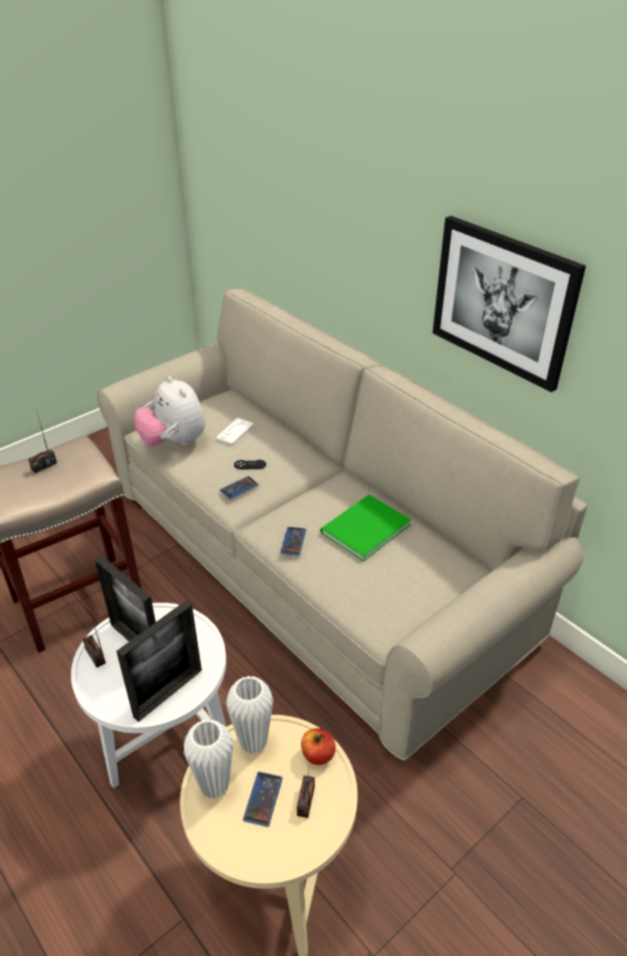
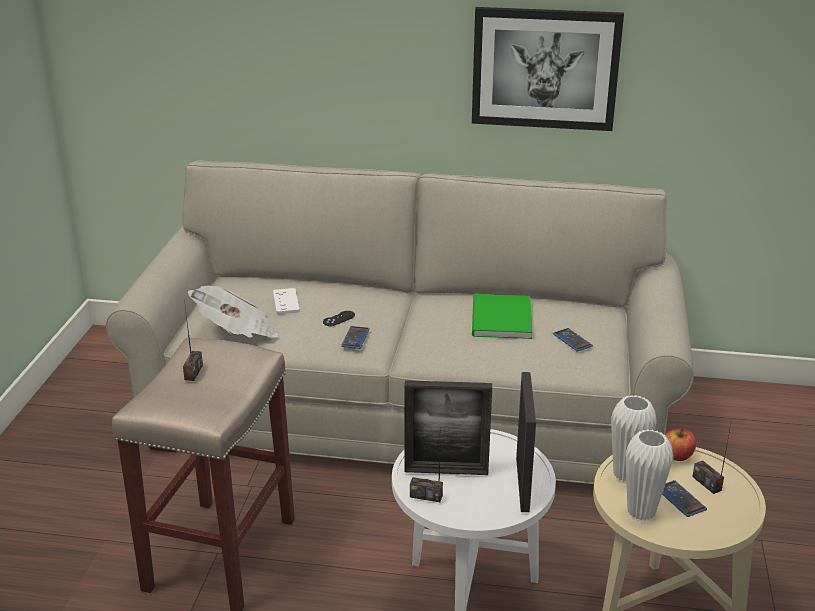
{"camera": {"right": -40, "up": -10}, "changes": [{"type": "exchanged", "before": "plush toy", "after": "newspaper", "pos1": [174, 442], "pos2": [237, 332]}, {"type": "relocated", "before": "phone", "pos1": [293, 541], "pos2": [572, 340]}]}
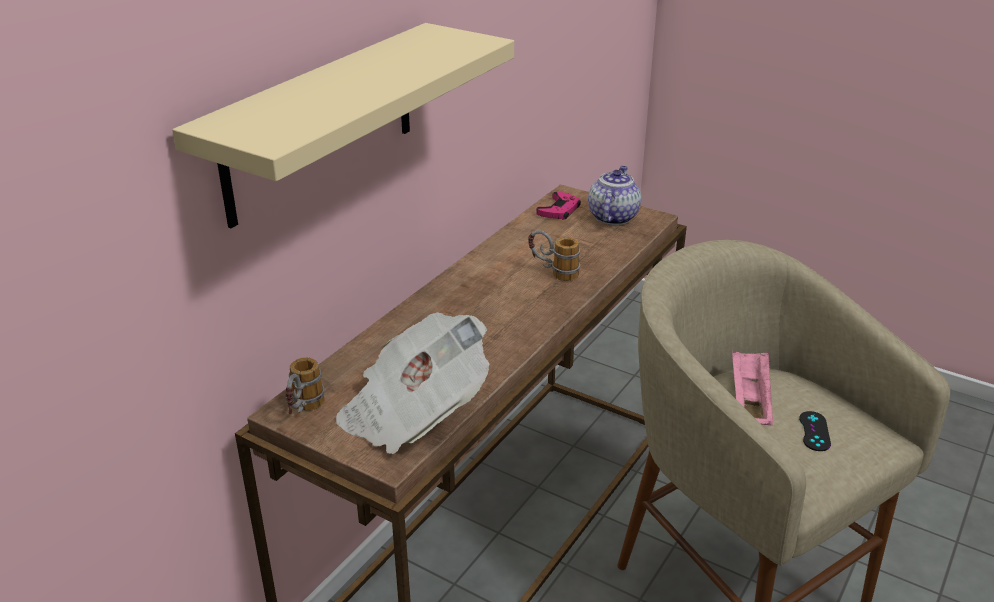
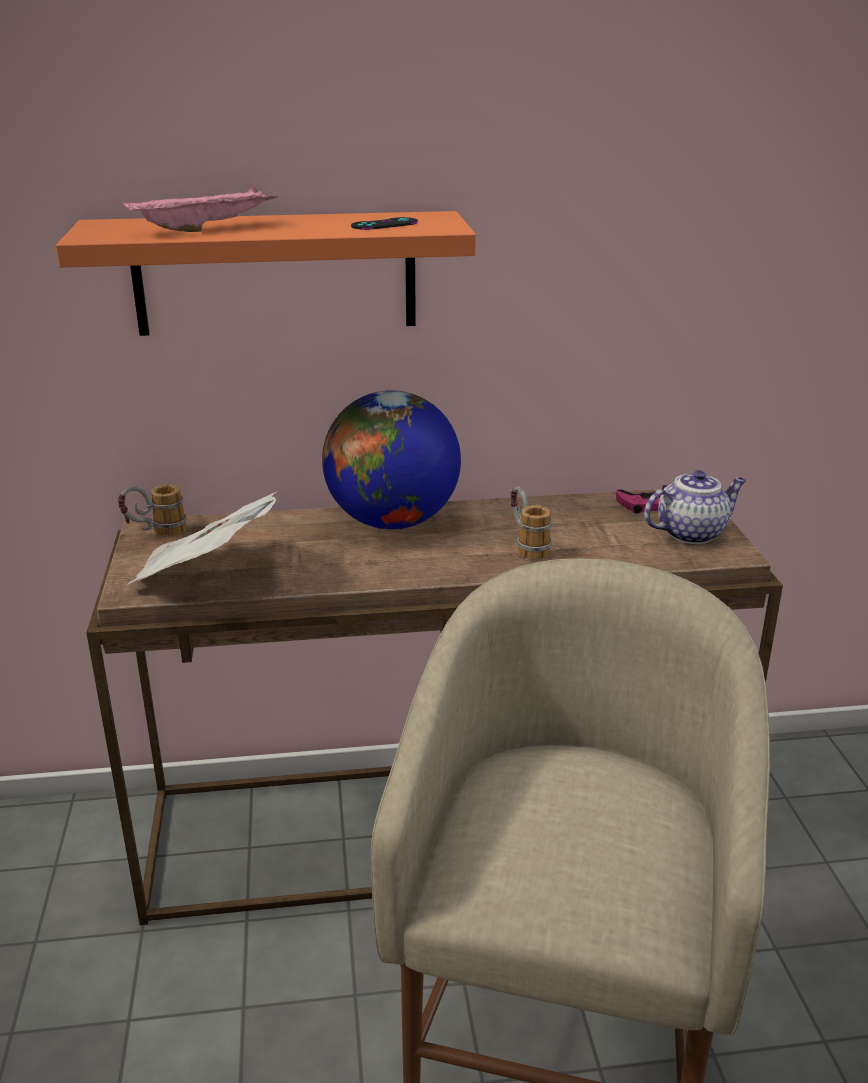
{"camera": {"right": 50, "up": -5}, "changes": [{"type": "colour", "before": "shelf (beige)", "after": "shelf (orange)", "pos1": [321, 122], "pos2": [275, 273]}, {"type": "relocated", "before": "tray (pink)", "pos1": [749, 402], "pos2": [205, 228]}, {"type": "appeared", "after": "globe", "pos2": [392, 522]}, {"type": "relocated", "before": "game controller (black)", "pos1": [814, 431], "pos2": [384, 224]}]}
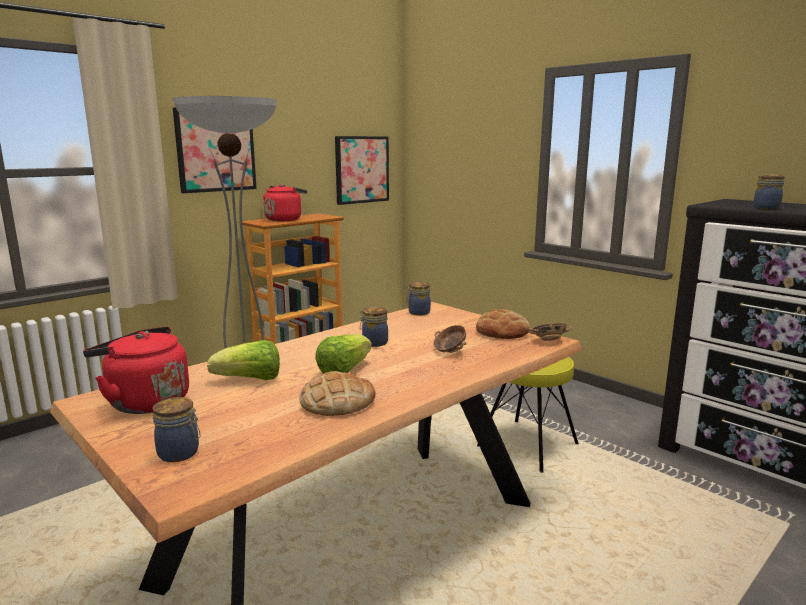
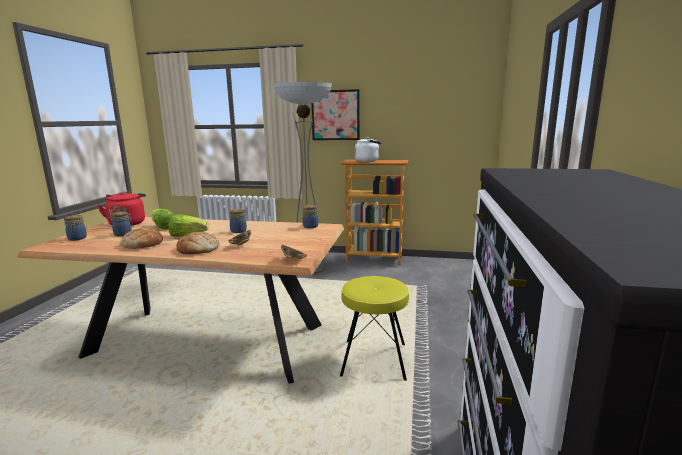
{"camera": {"right": 55, "up": 0}, "changes": [{"type": "relocated", "before": "jar", "pos1": [765, 208], "pos2": [124, 234]}, {"type": "relocated", "before": "bread", "pos1": [502, 331], "pos2": [198, 249]}, {"type": "colour", "before": "kettle (red)", "after": "kettle (white)", "pos1": [285, 219], "pos2": [368, 161]}, {"type": "missing", "before": "picture", "pos1": [361, 169]}]}
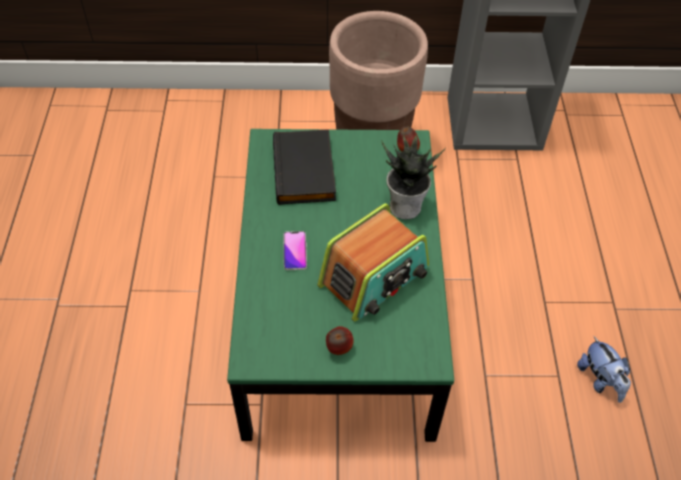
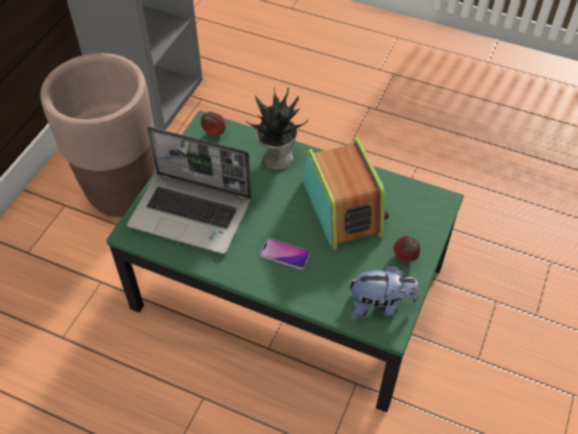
{"camera": {"right": -65, "up": 0}, "changes": [{"type": "exchanged", "before": "book (black)", "after": "laptop", "pos1": [306, 171], "pos2": [192, 213]}, {"type": "relocated", "before": "plush toy", "pos1": [600, 380], "pos2": [380, 305]}]}
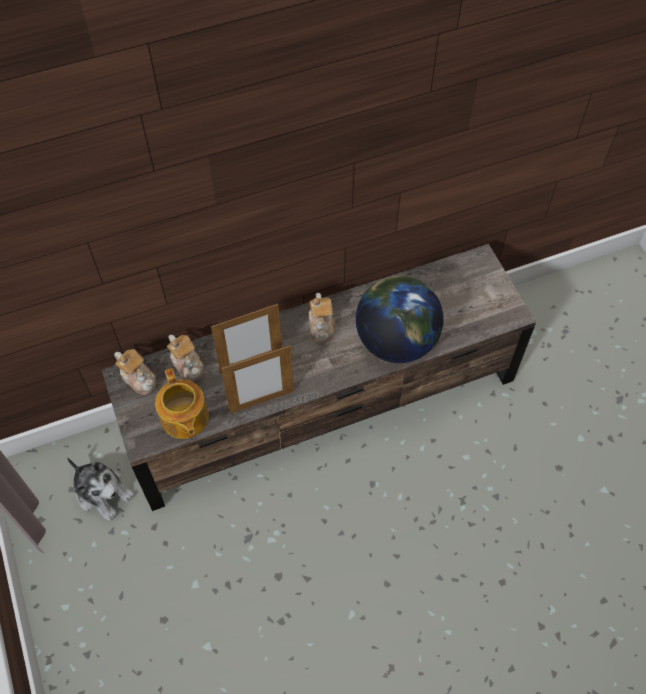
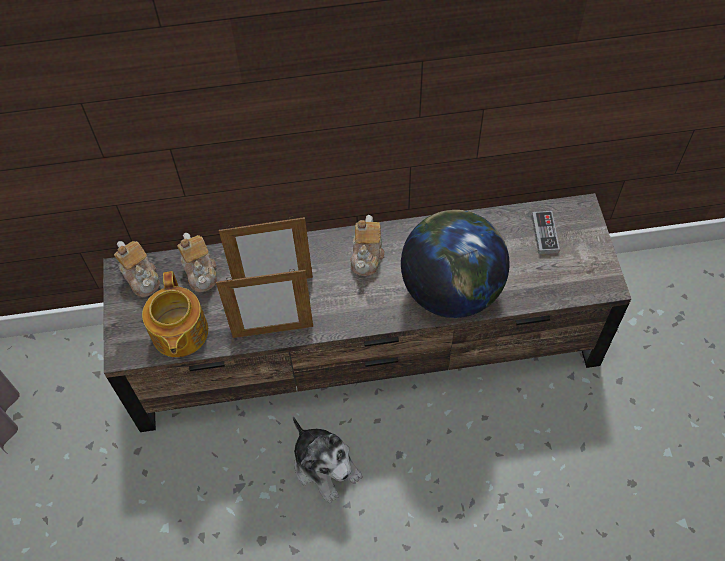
{"camera": {"right": 15, "up": 0}, "changes": [{"type": "relocated", "before": "plush toy", "pos1": [103, 492], "pos2": [326, 465]}, {"type": "appeared", "after": "game controller", "pos2": [544, 234]}]}
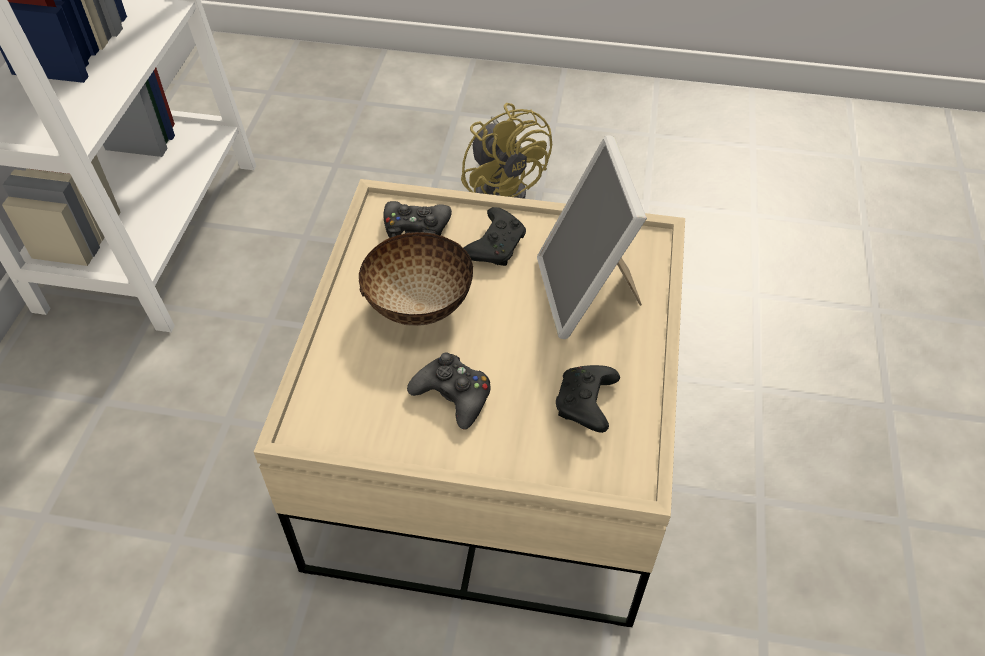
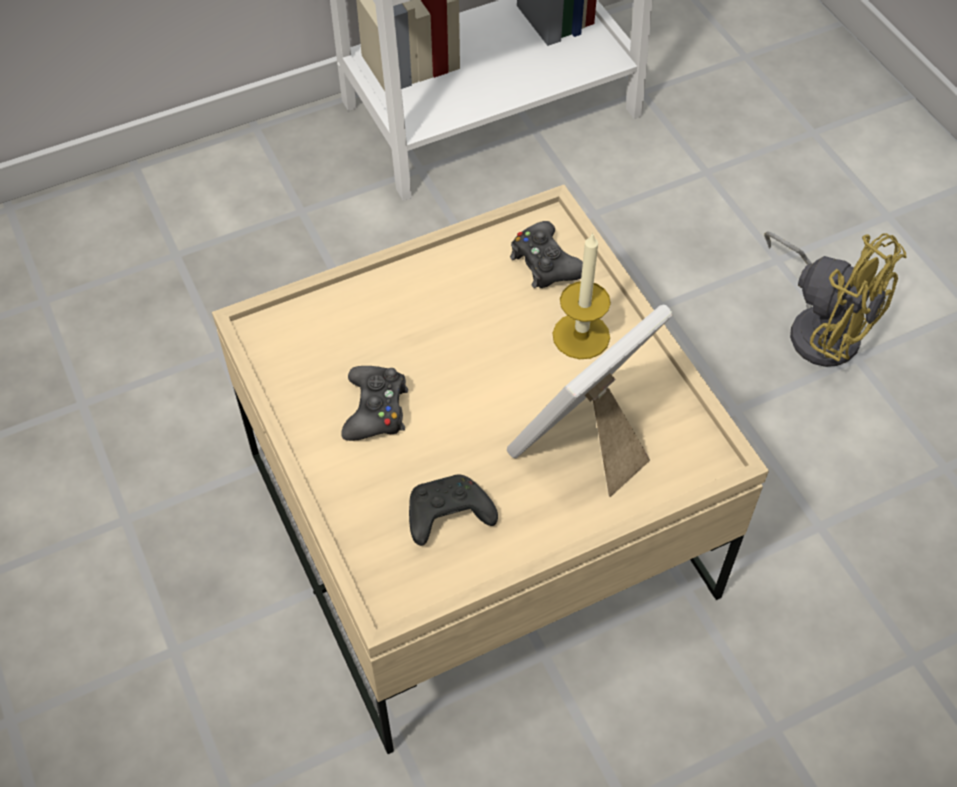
{"camera": {"right": 55, "up": 5}, "changes": [{"type": "exchanged", "before": "game controller (black)", "after": "candle", "pos1": [496, 245], "pos2": [581, 336]}, {"type": "spun", "before": "fan (yellow)", "pos1": [503, 189], "pos2": [820, 327], "turn": -75}, {"type": "missing", "before": "bowl", "pos1": [419, 304]}]}
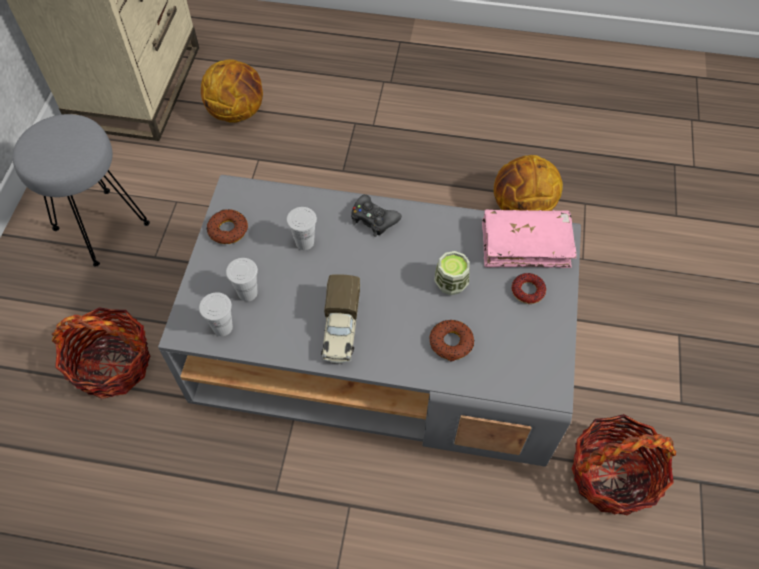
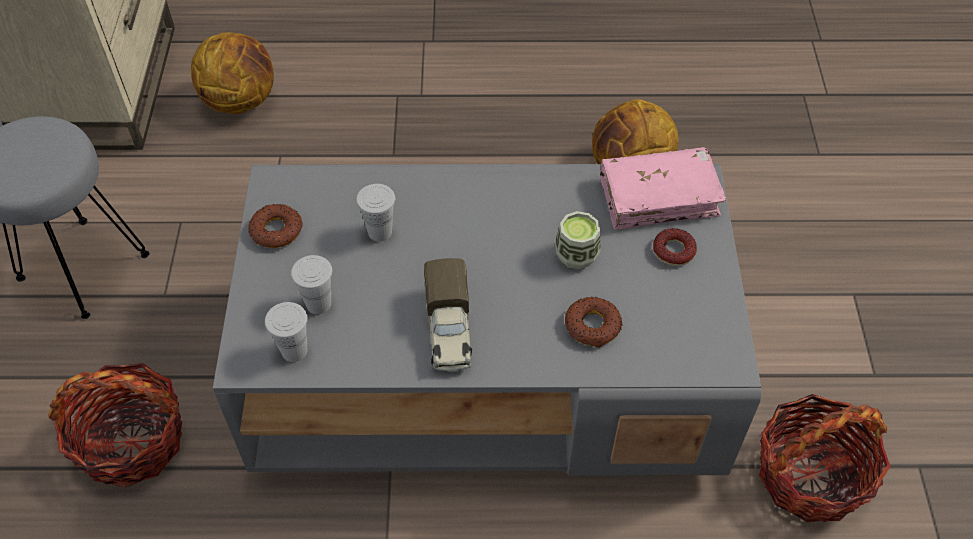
{"camera": {"right": -10, "up": -5}, "changes": [{"type": "missing", "before": "game controller (black)", "pos1": [373, 219]}]}
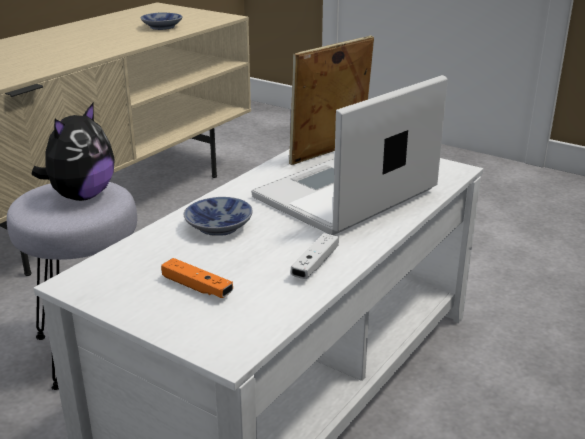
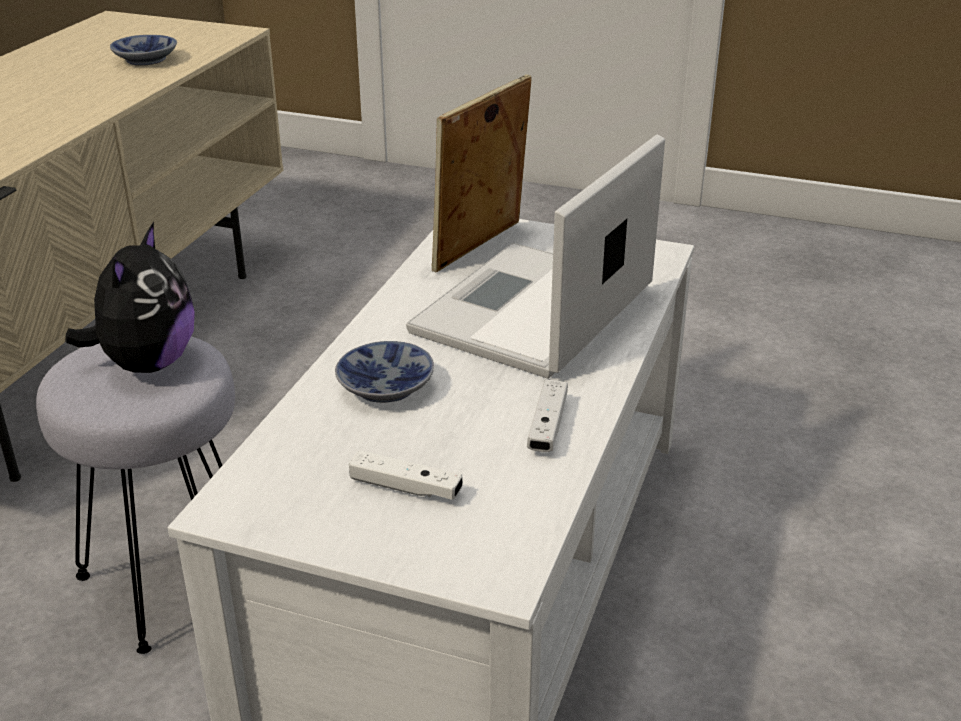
{"camera": {"right": -15, "up": 5}, "changes": [{"type": "colour", "before": "game controller (orange)", "after": "game controller (white)", "pos1": [197, 287], "pos2": [405, 487]}]}
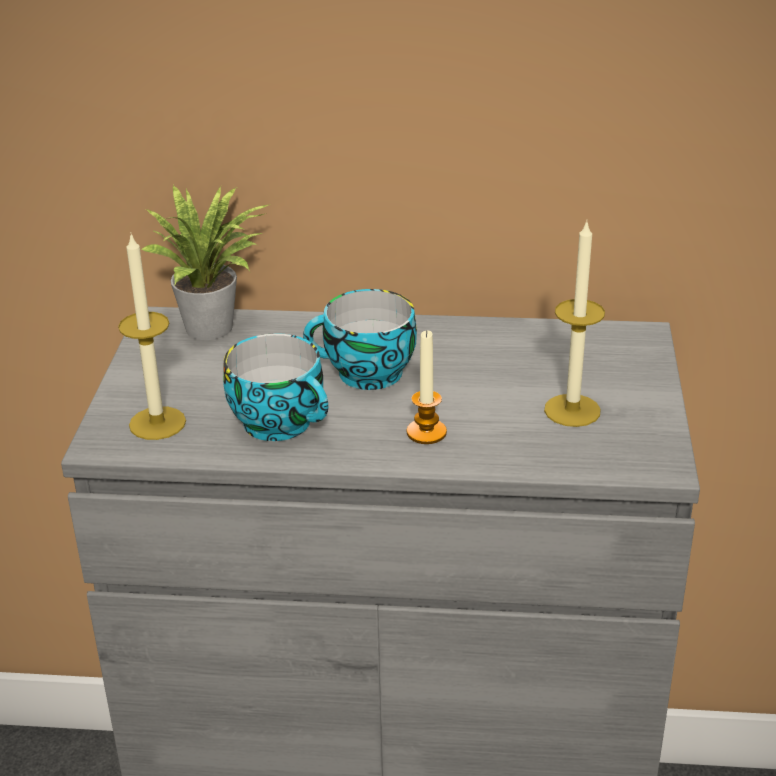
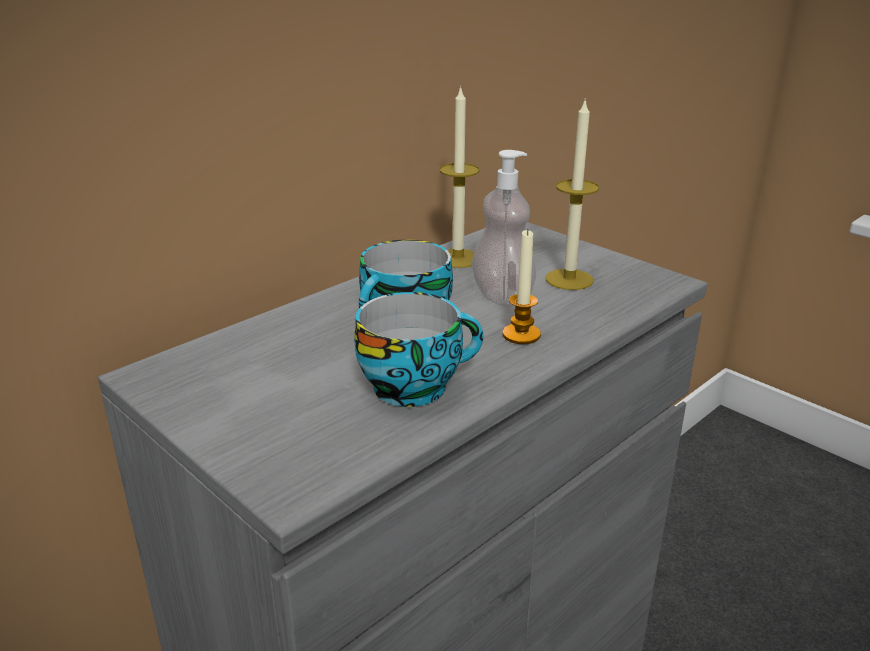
{"camera": {"right": -50, "up": -5}, "changes": [{"type": "relocated", "before": "candle", "pos1": [157, 423], "pos2": [458, 258]}, {"type": "appeared", "after": "soap dispenser", "pos2": [502, 296]}, {"type": "missing", "before": "potted plant", "pos1": [215, 328]}]}
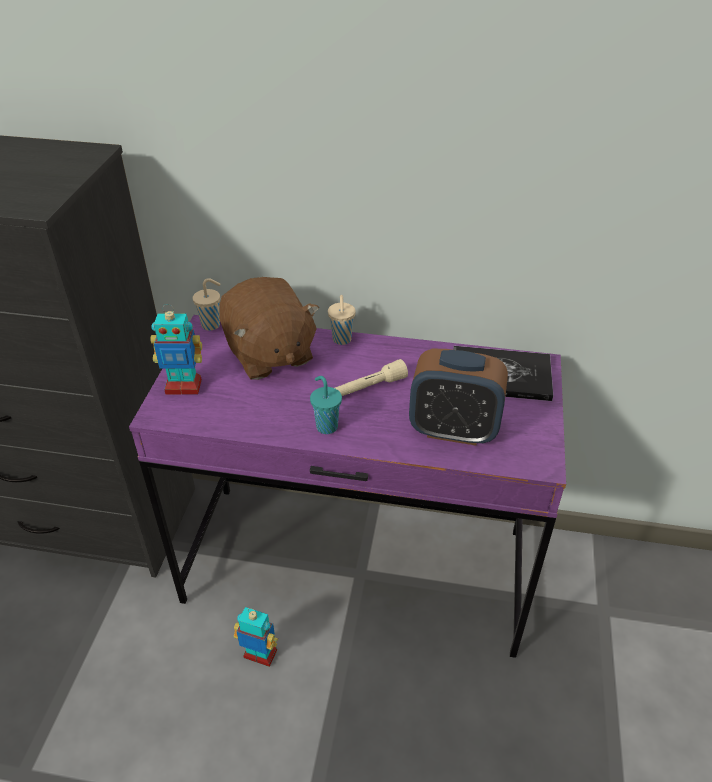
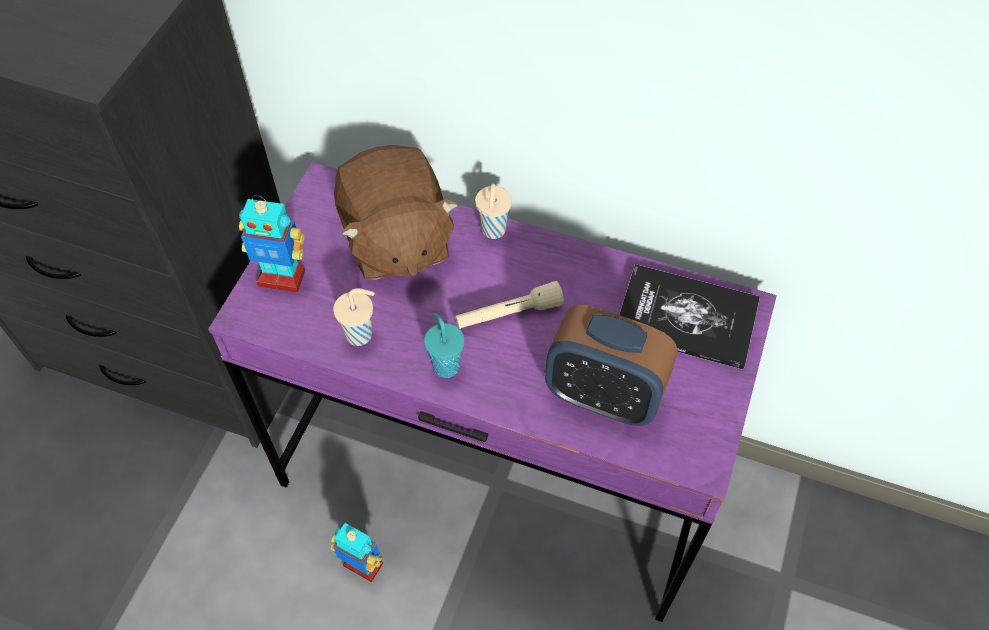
{"camera": {"right": 10, "up": 15}, "changes": [{"type": "relocated", "before": "cup (beige)", "pos1": [212, 325], "pos2": [361, 334]}]}
